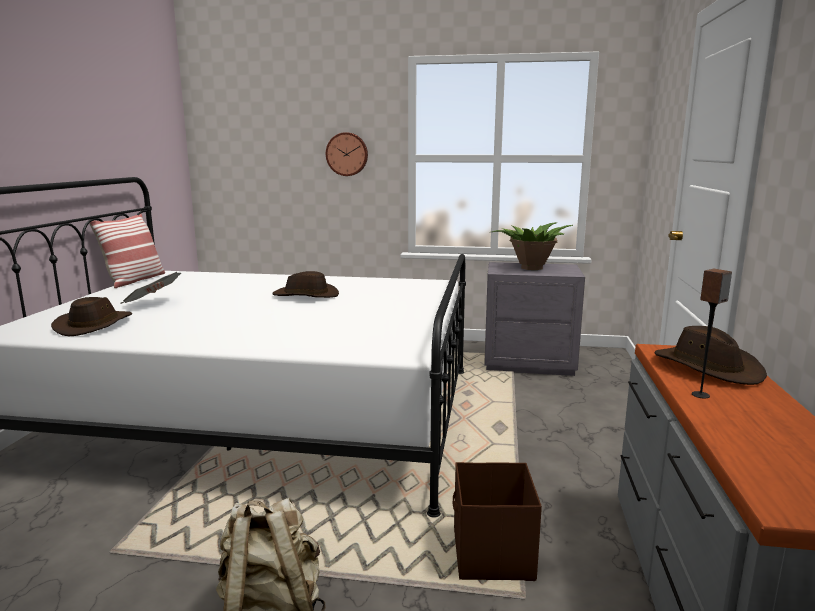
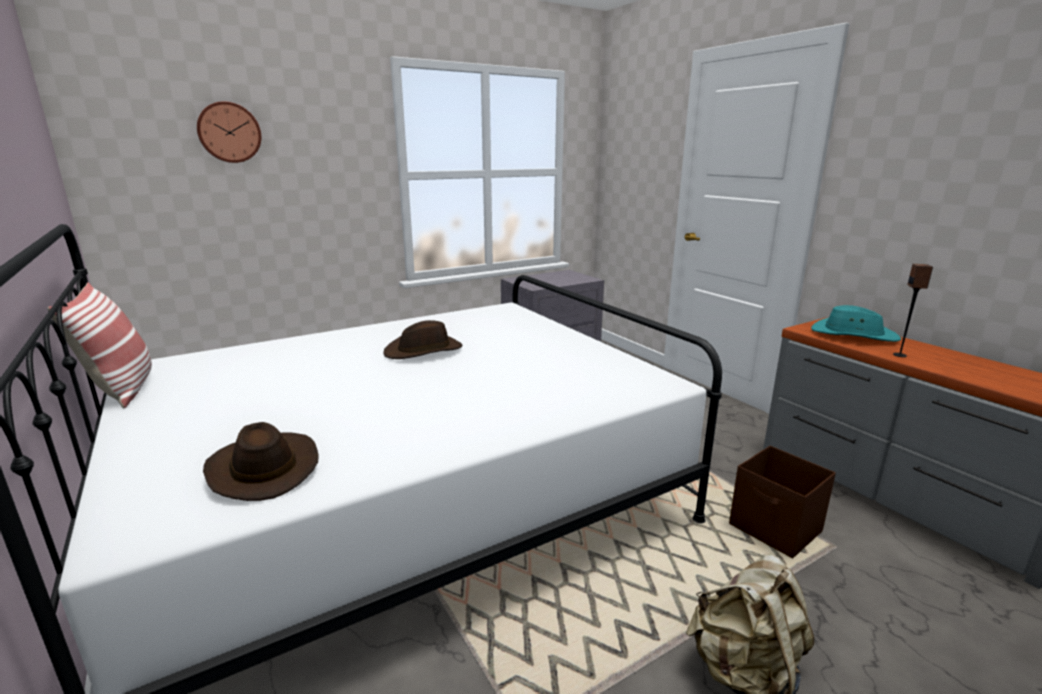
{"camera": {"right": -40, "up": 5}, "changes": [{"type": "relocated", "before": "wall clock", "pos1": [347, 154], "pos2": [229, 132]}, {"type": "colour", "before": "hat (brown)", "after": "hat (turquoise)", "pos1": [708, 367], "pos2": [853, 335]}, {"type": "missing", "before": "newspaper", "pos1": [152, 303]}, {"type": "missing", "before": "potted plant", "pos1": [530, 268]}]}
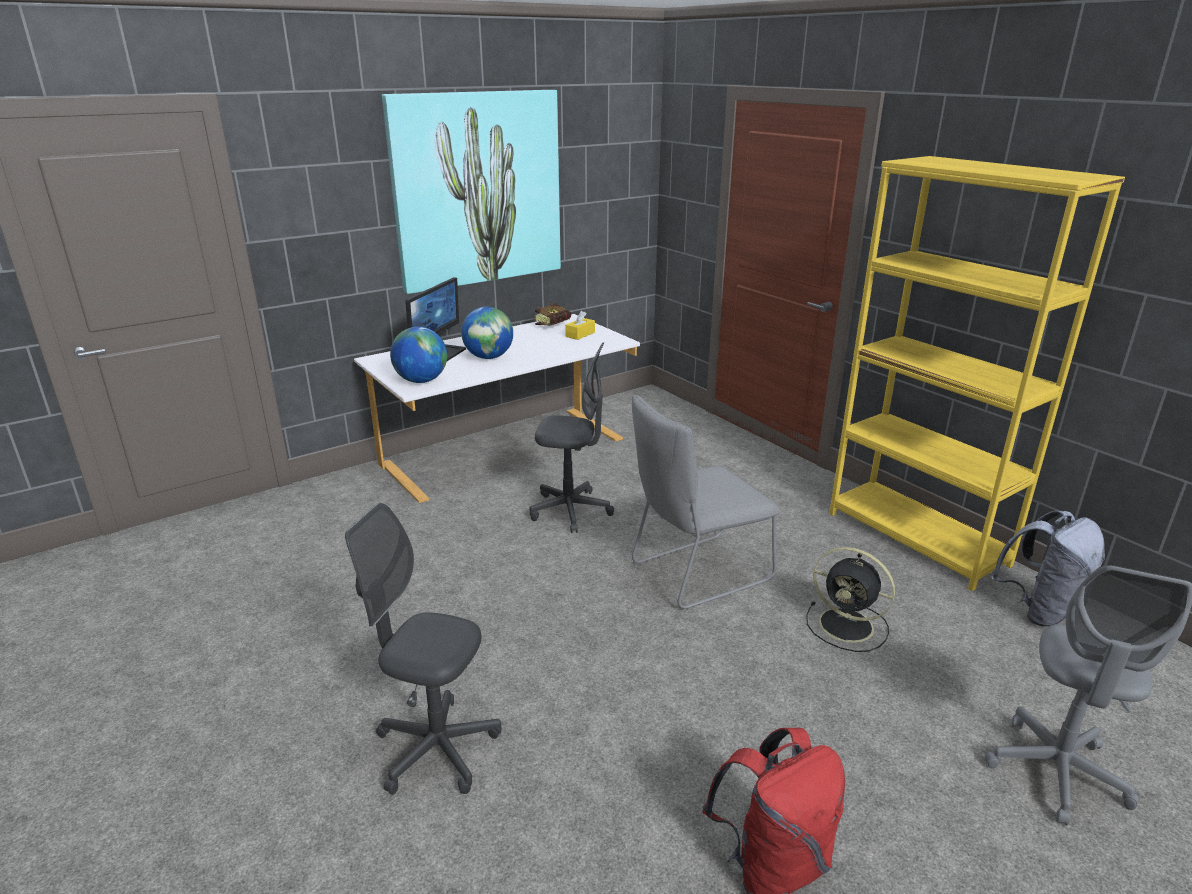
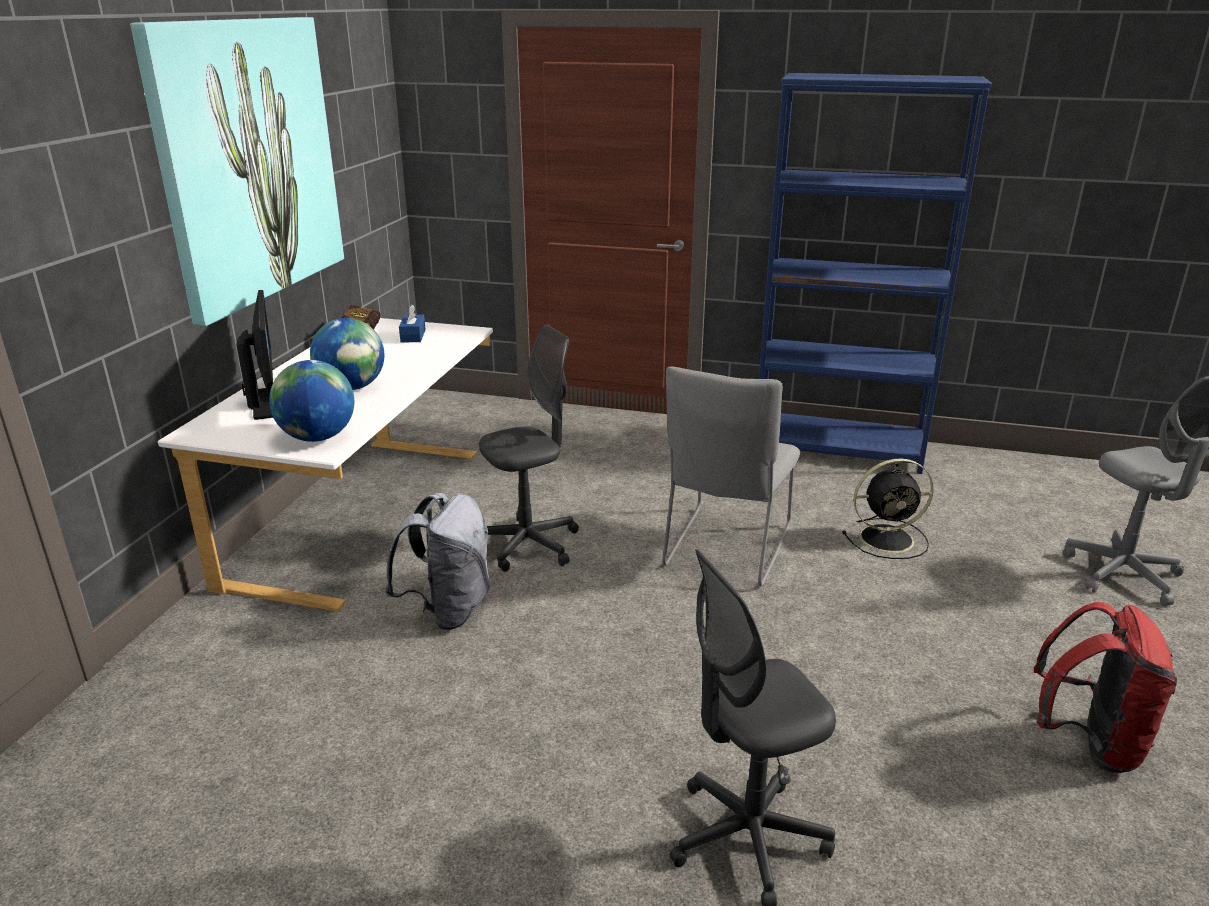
{"camera": {"right": -40, "up": 0}, "changes": [{"type": "relocated", "before": "backpack (grey)", "pos1": [1039, 610], "pos2": [448, 610]}, {"type": "colour", "before": "tissue box (yellow)", "after": "tissue box (blue)", "pos1": [580, 334], "pos2": [413, 336]}, {"type": "colour", "before": "bookcase (yellow)", "after": "bookcase (blue)", "pos1": [916, 539], "pos2": [837, 449]}]}
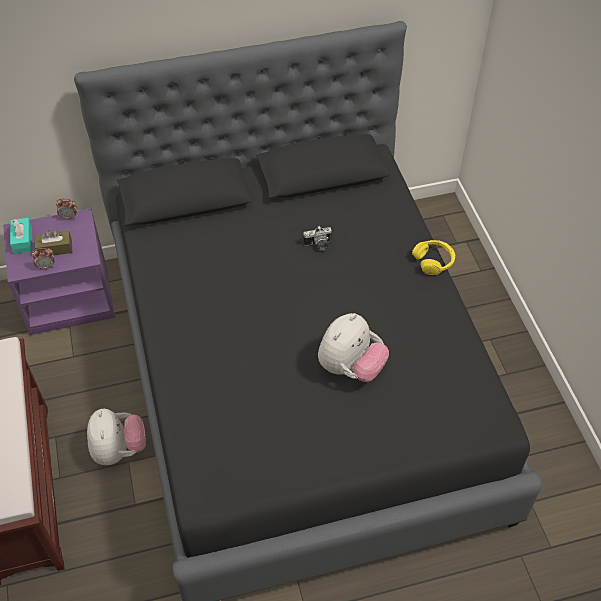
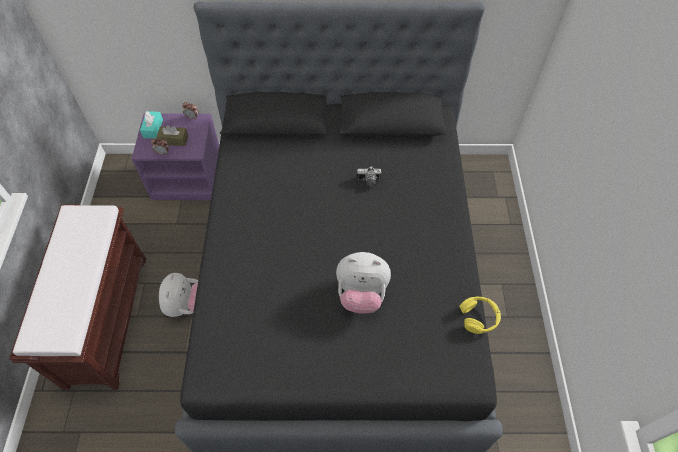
{"camera": {"right": 15, "up": 5}, "changes": [{"type": "spun", "before": "plush toy", "pos1": [350, 367], "pos2": [361, 294], "turn": 45}, {"type": "relocated", "before": "headphones (yellow)", "pos1": [433, 261], "pos2": [479, 317]}]}
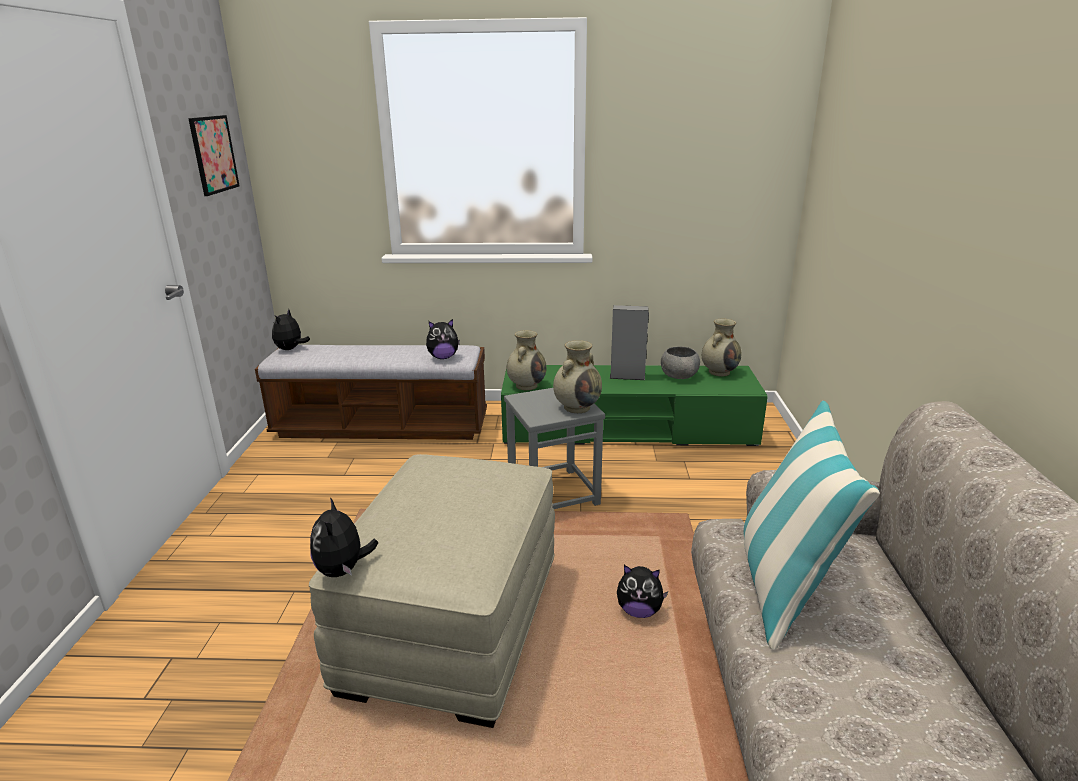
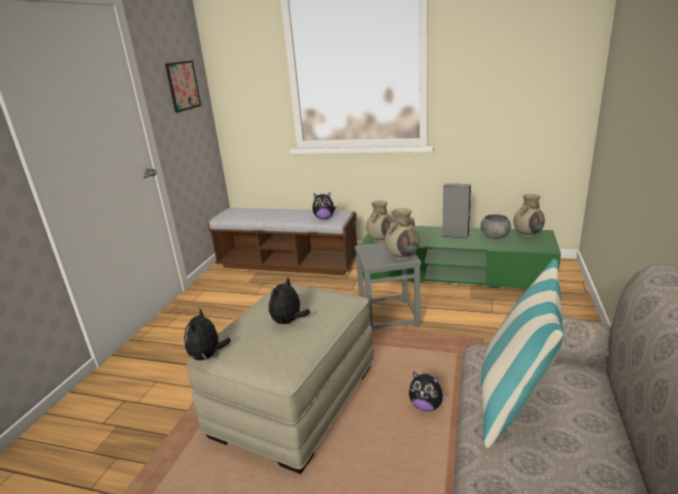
{"camera": {"right": 15, "up": 0}, "changes": [{"type": "relocated", "before": "plush toy", "pos1": [290, 349], "pos2": [288, 322]}]}
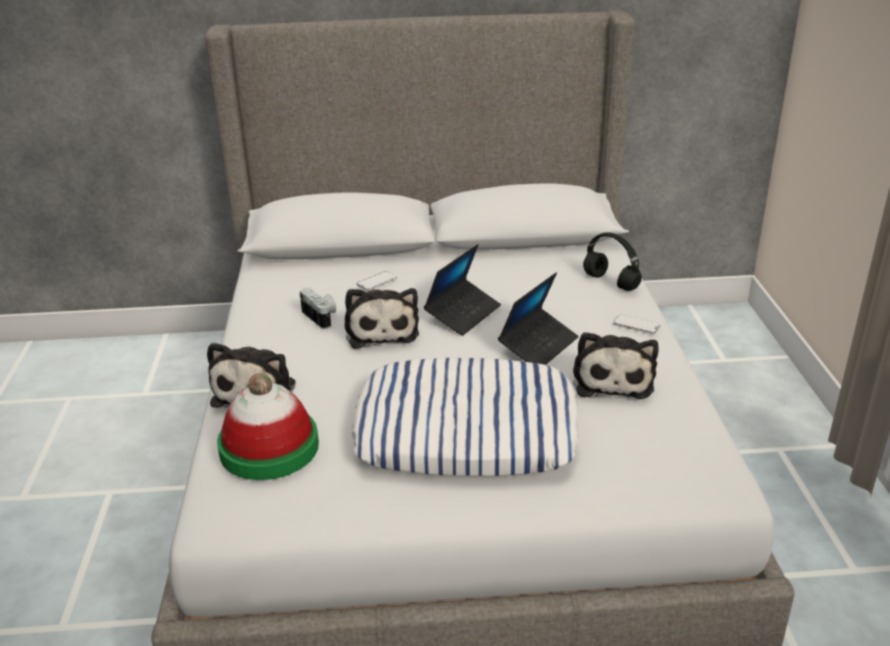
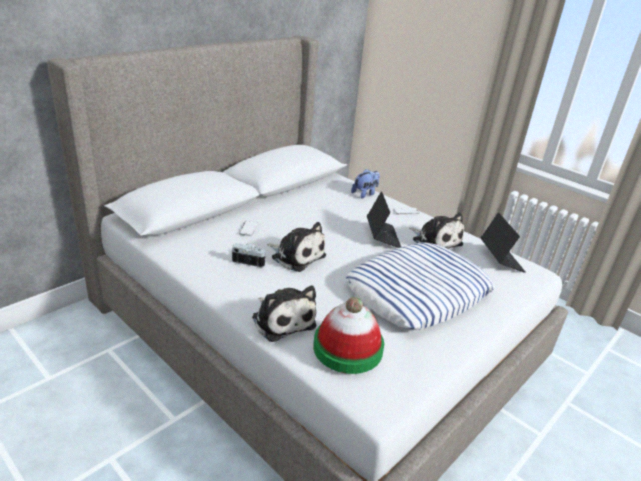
{"camera": {"right": -45, "up": 0}, "changes": [{"type": "exchanged", "before": "headphones (black)", "after": "plush toy", "pos1": [612, 282], "pos2": [365, 194]}, {"type": "relocated", "before": "laptop", "pos1": [463, 314], "pos2": [500, 259]}]}
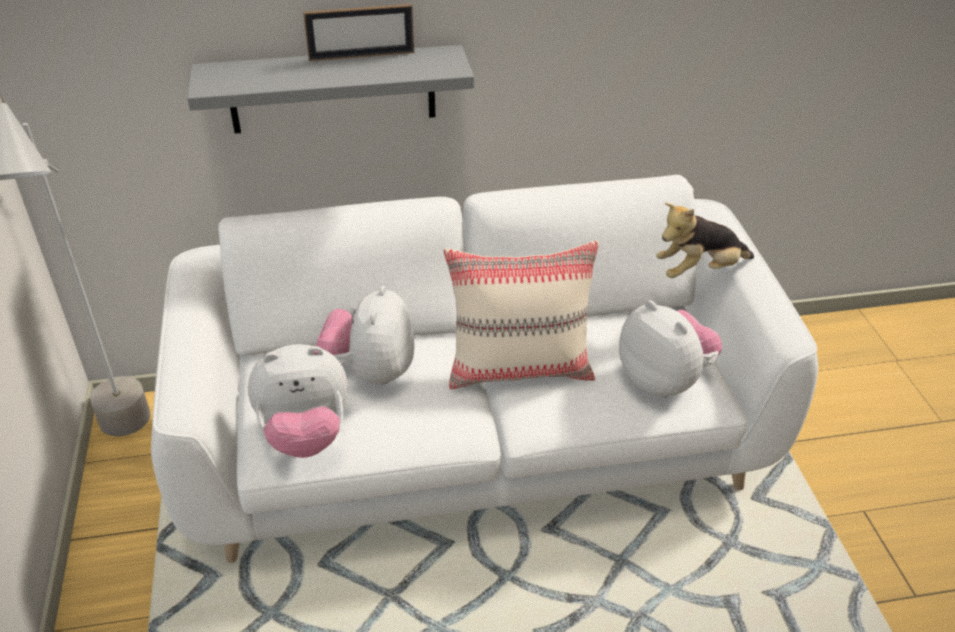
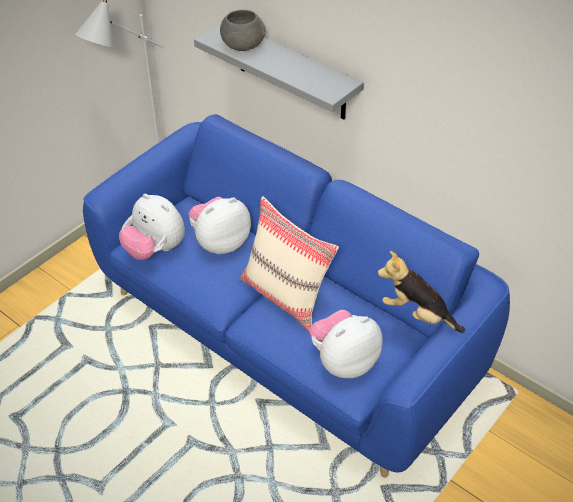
{"camera": {"right": 50, "up": 5}, "changes": [{"type": "colour", "before": "sofa (white)", "after": "sofa (blue)", "pos1": [476, 446], "pos2": [286, 335]}, {"type": "appeared", "after": "bowl (grey)", "pos2": [242, 45]}, {"type": "spun", "before": "plush toy", "pos1": [664, 380], "pos2": [343, 362], "turn": -135}, {"type": "missing", "before": "picture frame", "pos1": [361, 56]}]}
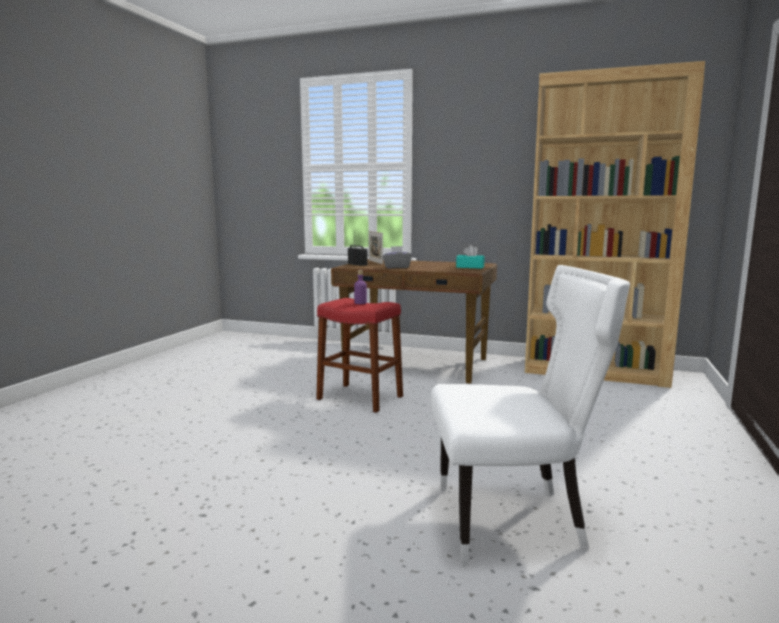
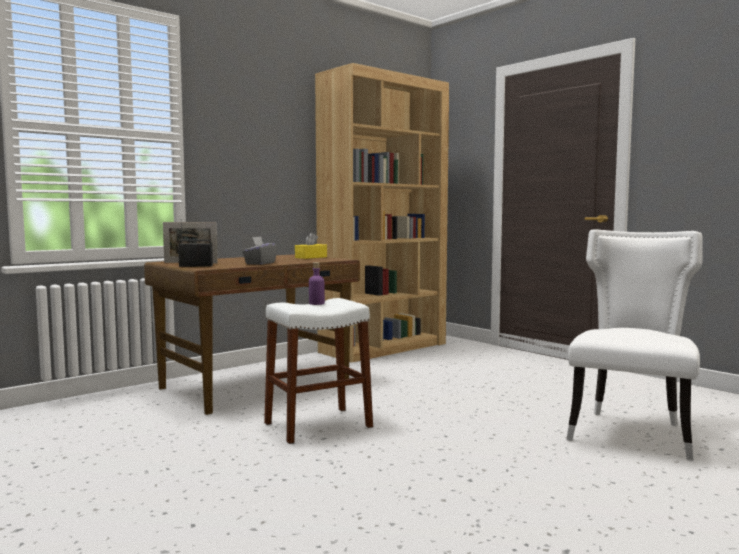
{"camera": {"right": -60, "up": -5}, "changes": [{"type": "colour", "before": "stool (red)", "after": "stool (white)", "pos1": [360, 398], "pos2": [318, 425]}, {"type": "colour", "before": "tissue box (turquoise)", "after": "tissue box (yellow)", "pos1": [470, 267], "pos2": [311, 257]}]}
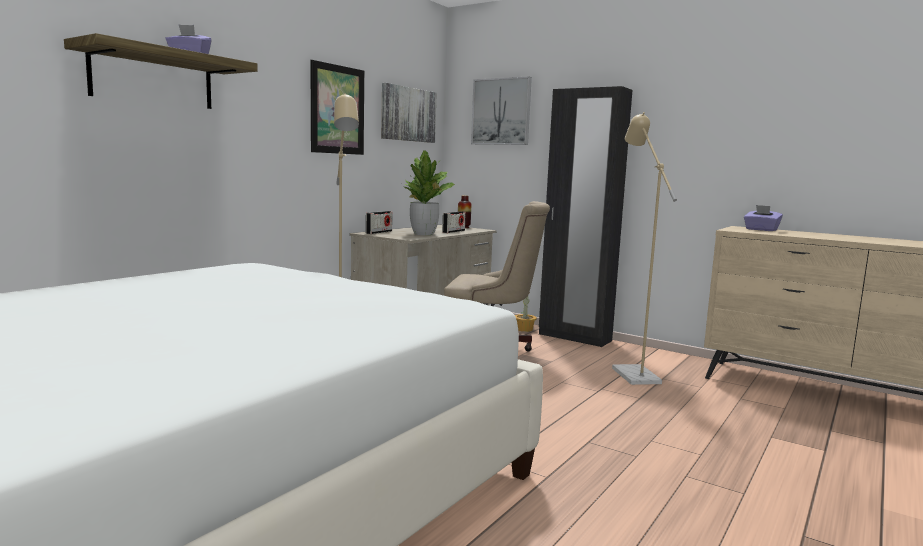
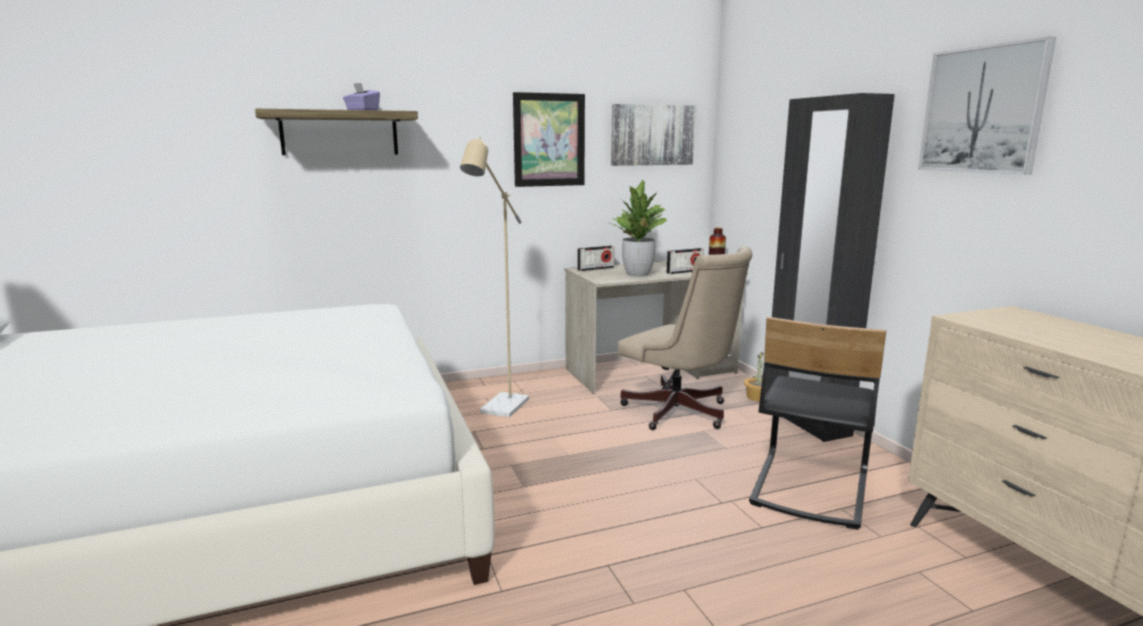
{"camera": {"right": 35, "up": 5}, "changes": [{"type": "exchanged", "before": "floor lamp (beige)", "after": "chair (black)", "pos1": [631, 372], "pos2": [808, 488]}, {"type": "relocated", "before": "picture", "pos1": [501, 112], "pos2": [983, 110]}, {"type": "missing", "before": "tissue box (purple)", "pos1": [761, 230]}]}
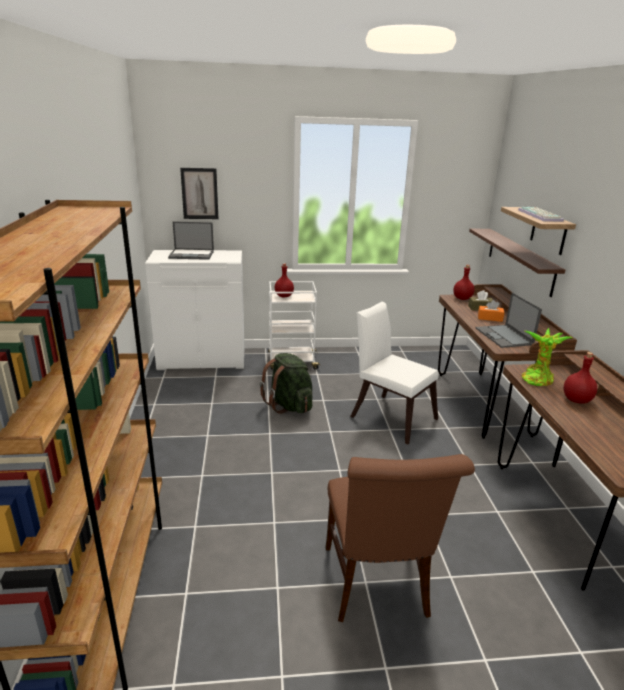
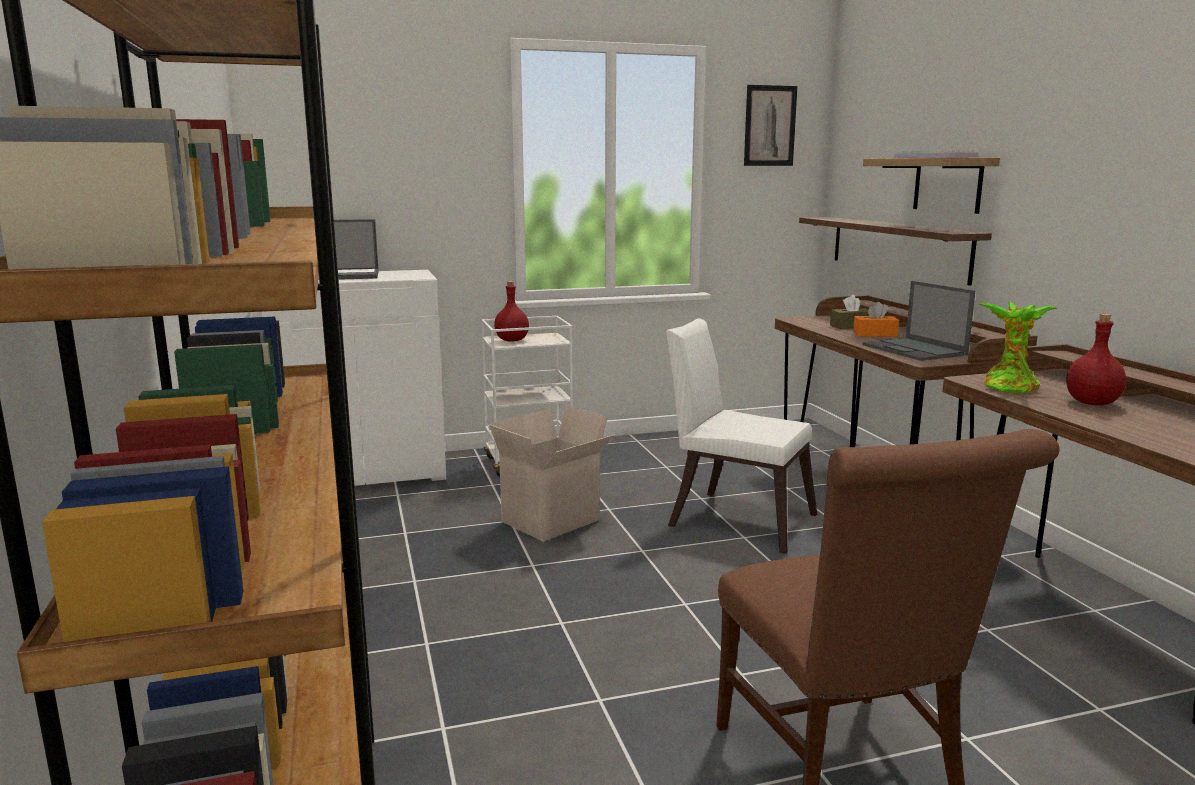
{"camera": {"right": -10, "up": -10}, "changes": [{"type": "exchanged", "before": "backpack (green)", "after": "cardboard box", "pos1": [289, 405], "pos2": [551, 522]}, {"type": "relocated", "before": "picture", "pos1": [199, 193], "pos2": [769, 126]}, {"type": "missing", "before": "bottle (red)", "pos1": [462, 298]}]}
